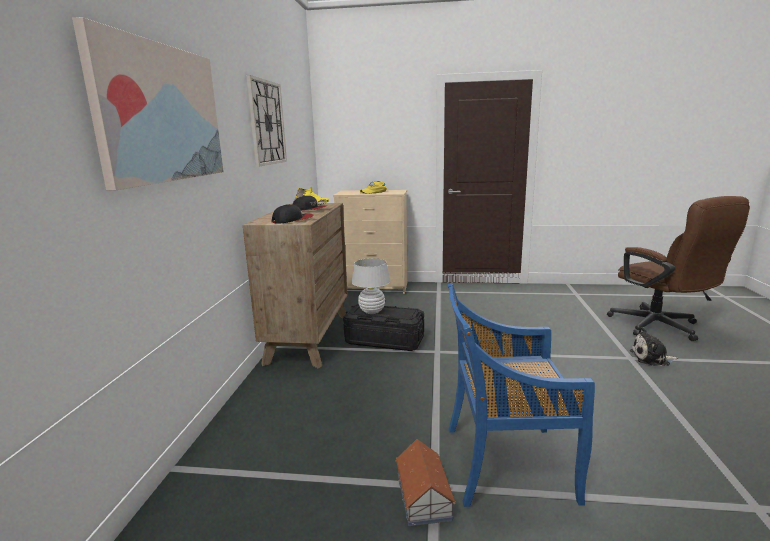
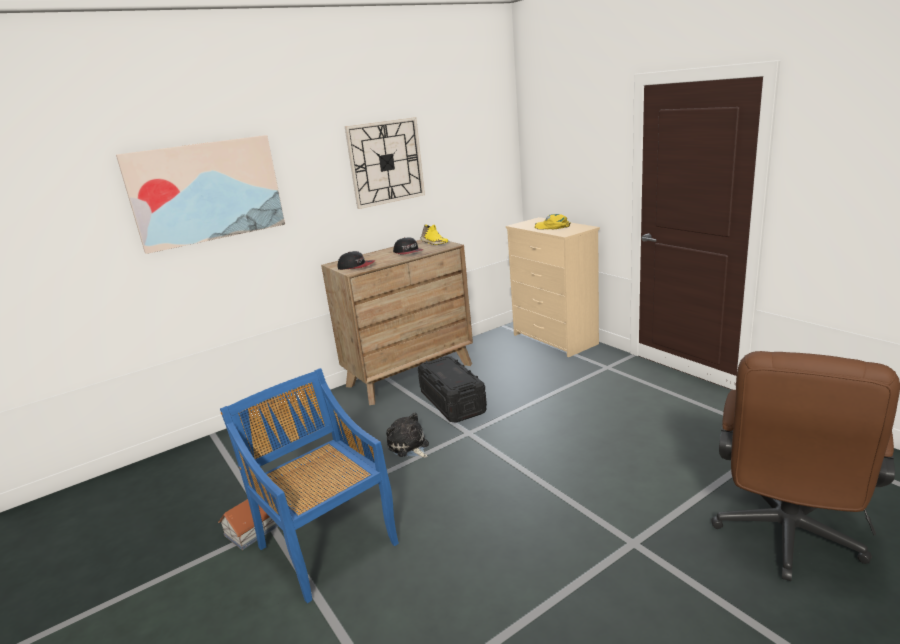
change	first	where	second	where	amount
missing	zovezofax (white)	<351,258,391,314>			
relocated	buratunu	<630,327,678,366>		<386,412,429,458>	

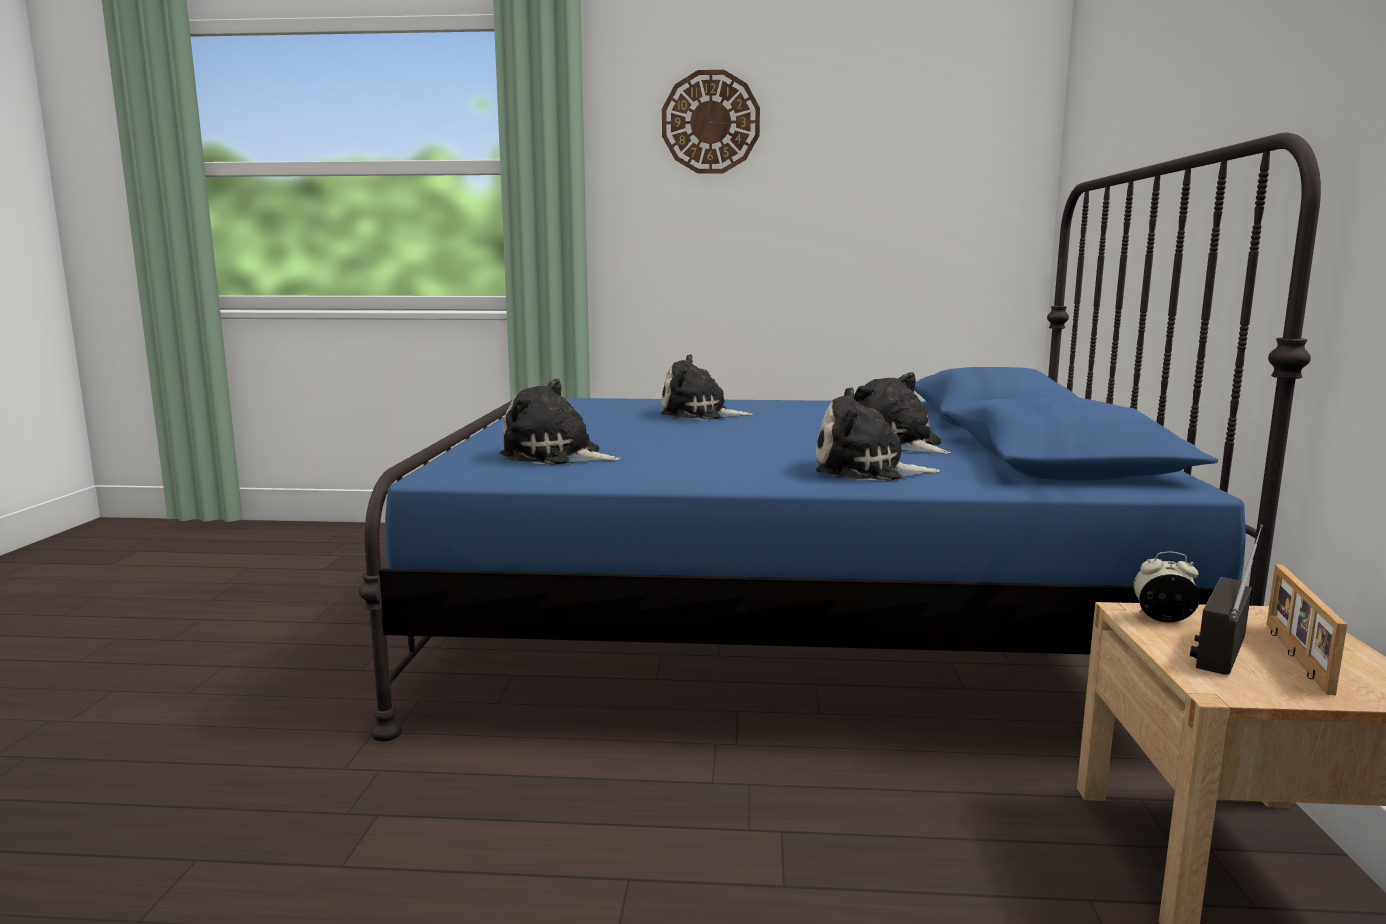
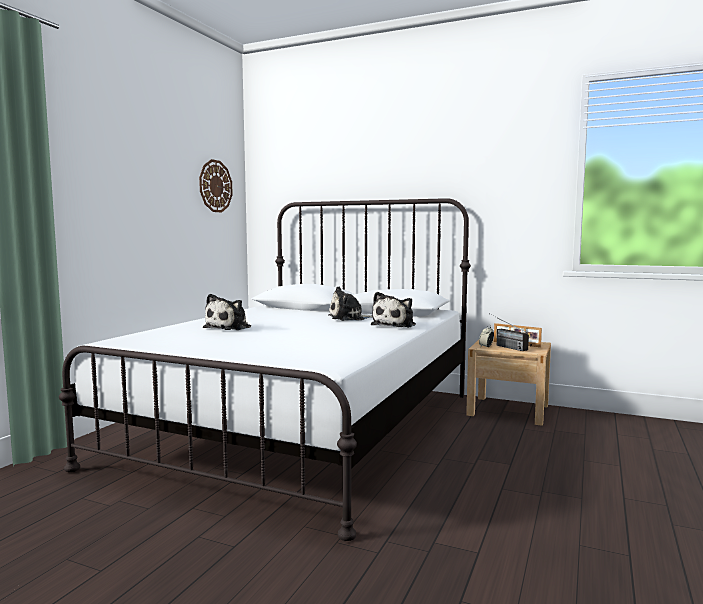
change	first	where	second	where	amount
colour	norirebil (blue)	<359,132,1321,741>	norirebil (white)	<59,198,471,541>	
missing	buratunu	<499,378,620,465>			
relocated	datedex	<662,70,760,174>		<199,159,233,212>	

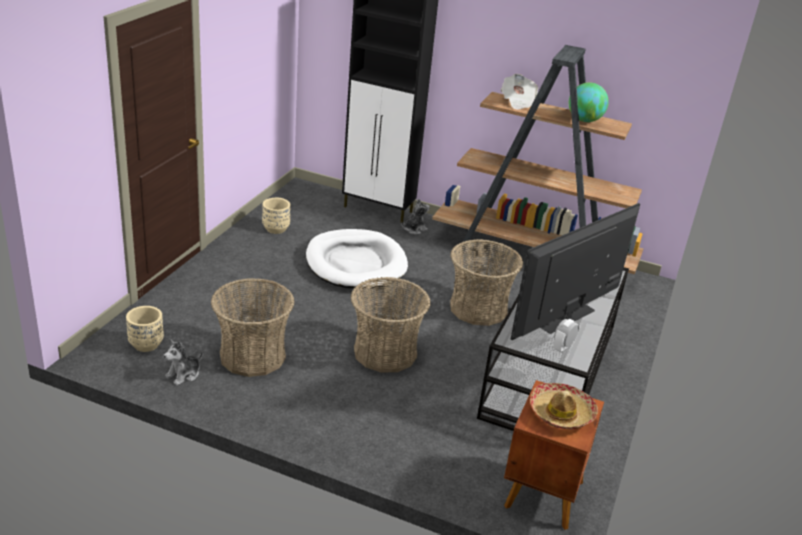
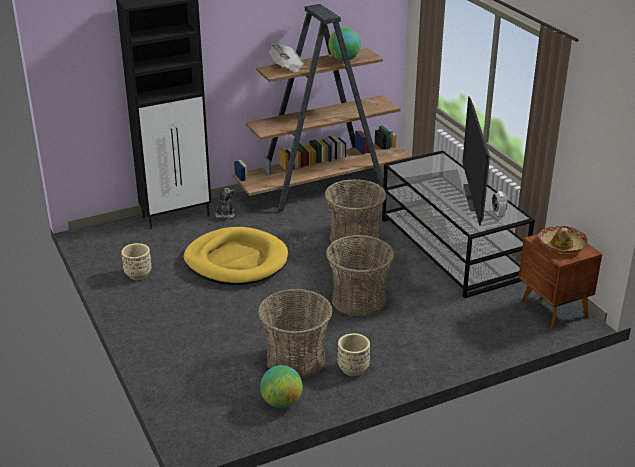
change	first	where	second	where	amount
relocated	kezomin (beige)	<126,306,164,352>		<338,333,370,376>	
exchanged	buratunu	<164,339,203,386>	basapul	<260,365,303,408>	
colour	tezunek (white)	<306,229,408,289>	tezunek (yellow)	<183,227,288,285>	

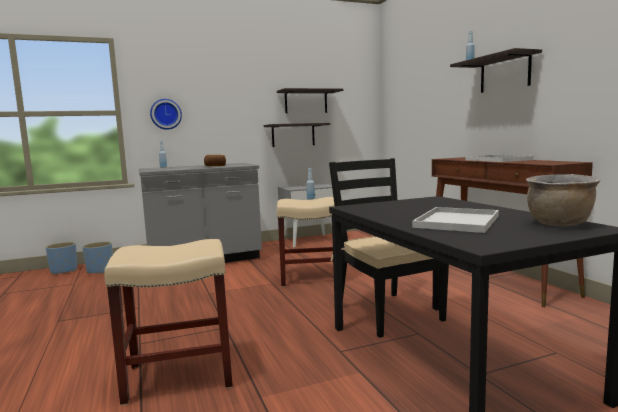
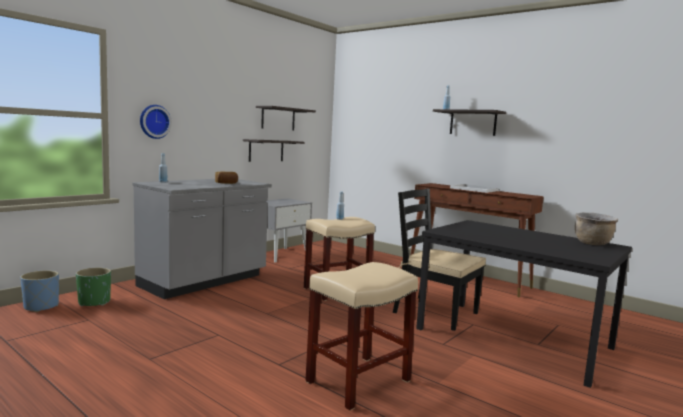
change	first	where	second	where	amount
colour	kezomin (blue)	<82,241,113,274>	kezomin (green)	<76,267,111,307>	
missing	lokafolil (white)	<412,207,499,233>			

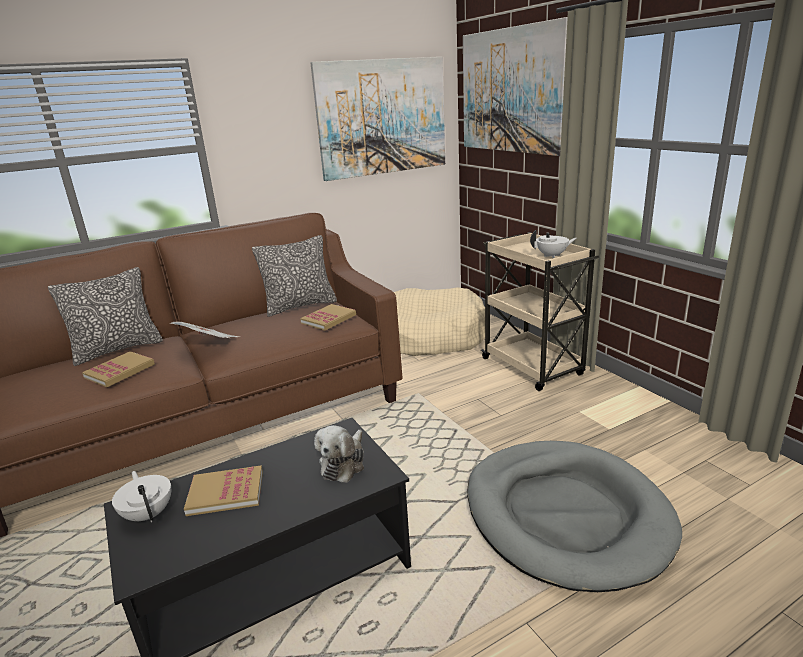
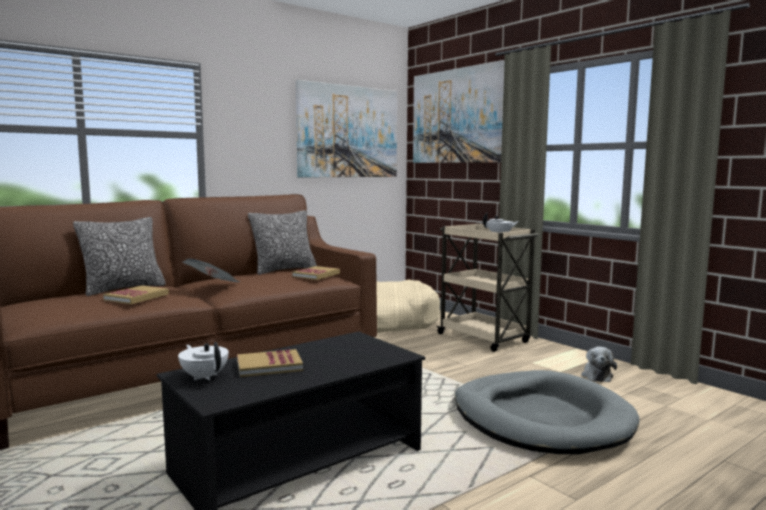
change	first	where	second	where	amount
relocated	buratunu	<314,425,364,483>		<581,347,617,382>	

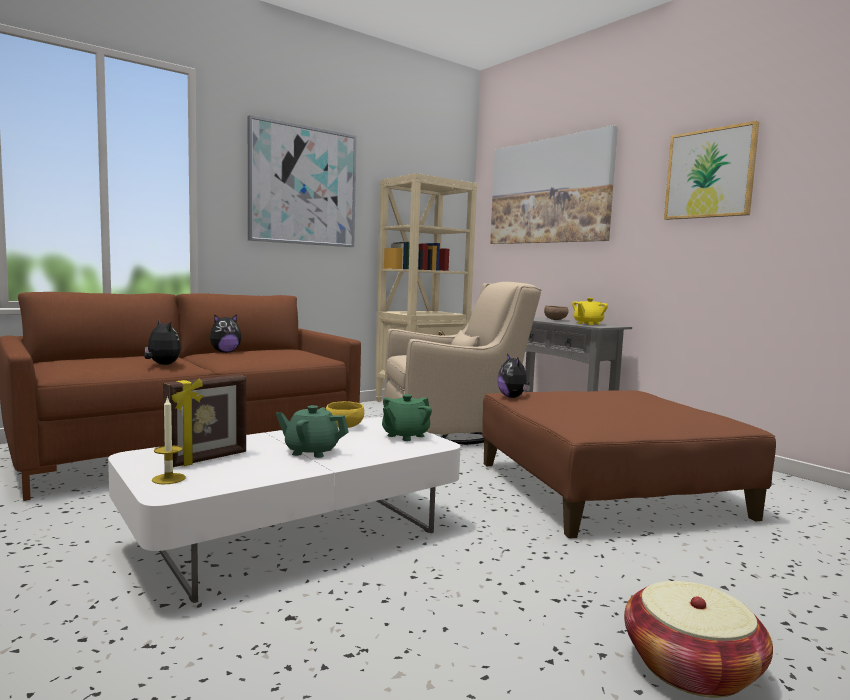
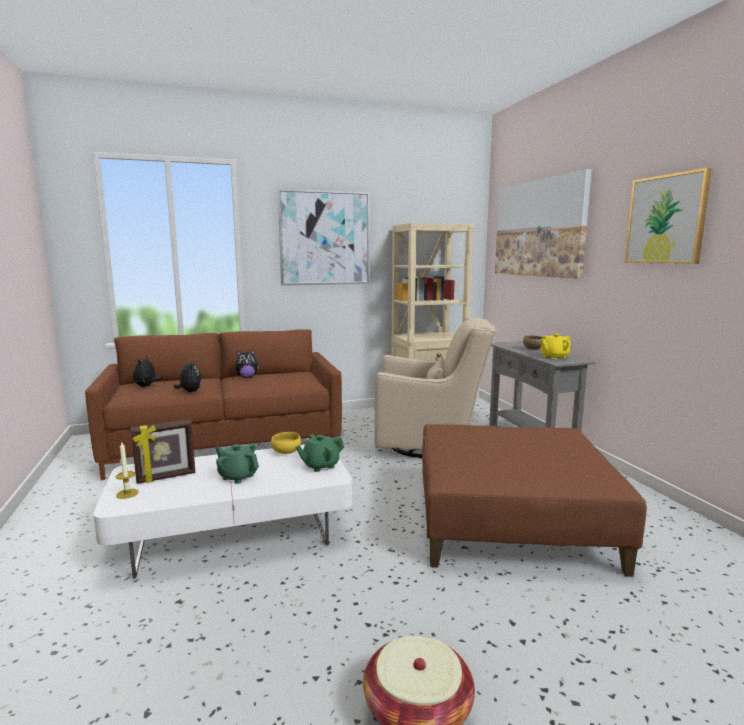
change	first	where	second	where	amount
relocated	buratunu	<497,353,530,398>		<133,355,163,387>	

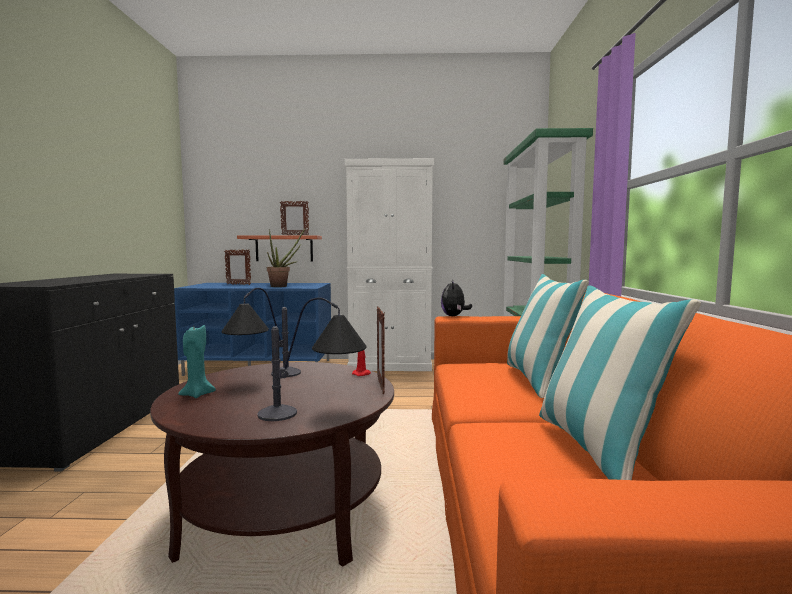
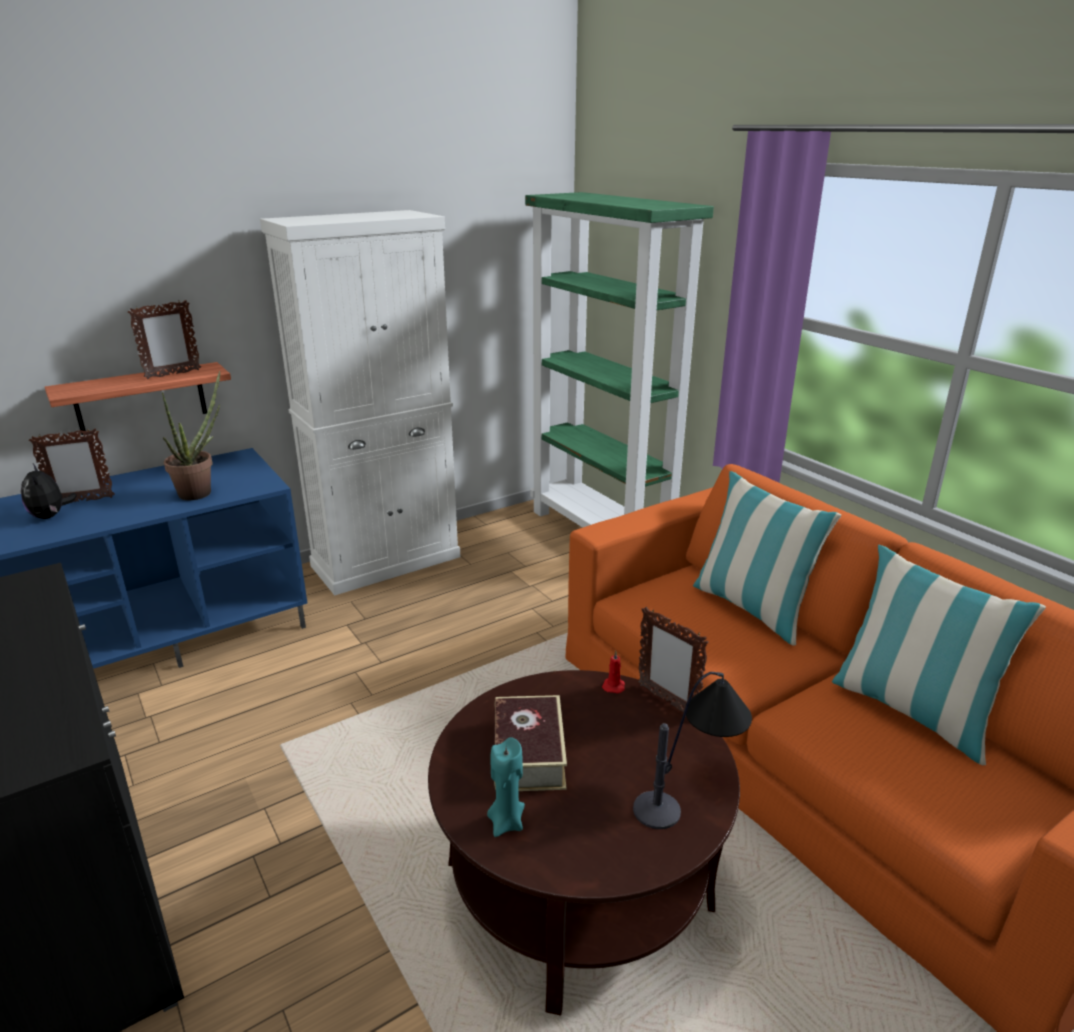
change	first	where	second	where	amount
exchanged	zovezofax	<222,288,301,377>	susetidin	<494,695,567,791>	
relocated	buratunu	<441,280,472,316>		<21,464,77,519>	

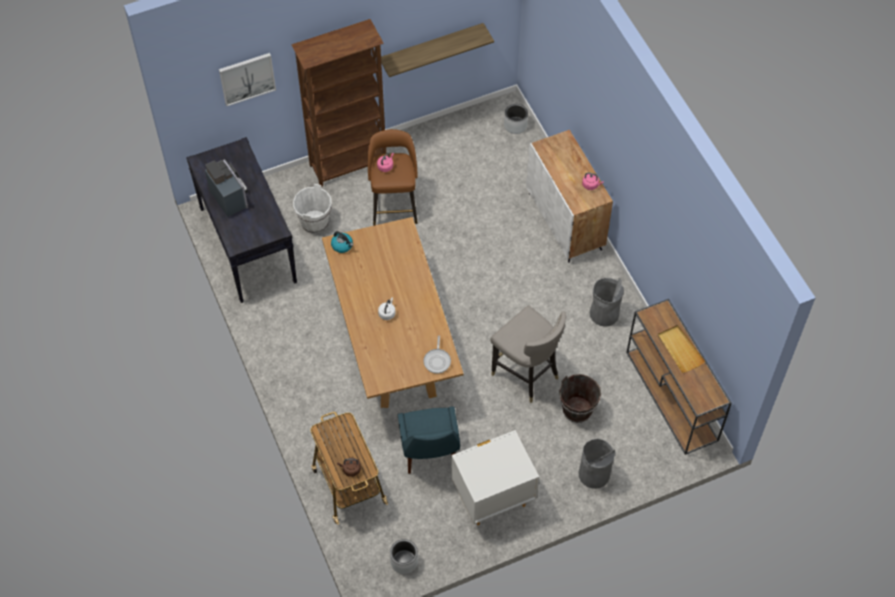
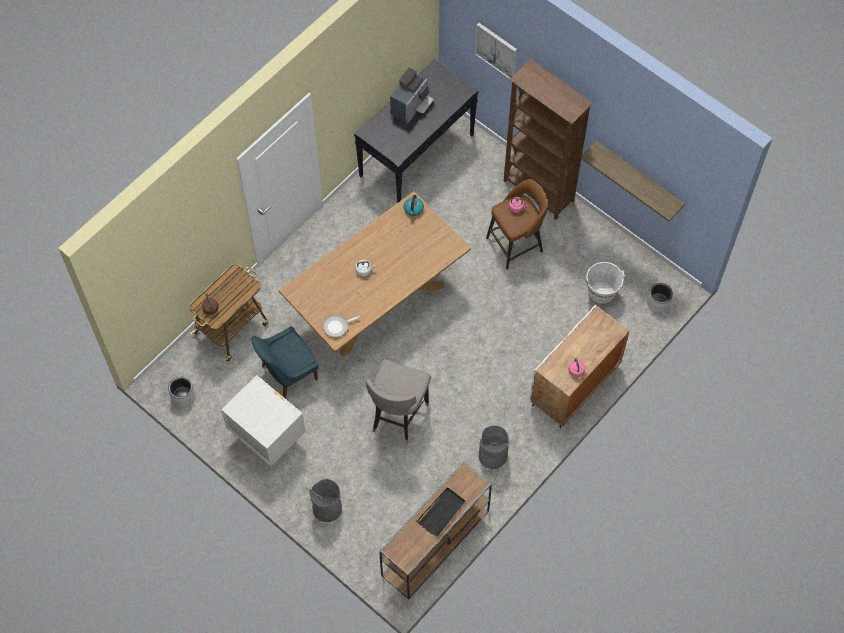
change	first	where	second	where	amount
relocated	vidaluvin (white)	<293,184,332,233>		<586,262,625,305>	
missing	vidaluvin (brown)	<559,374,601,423>			
colour	lokafolil (beige)	<657,325,705,373>	lokafolil (black)	<417,487,466,537>	

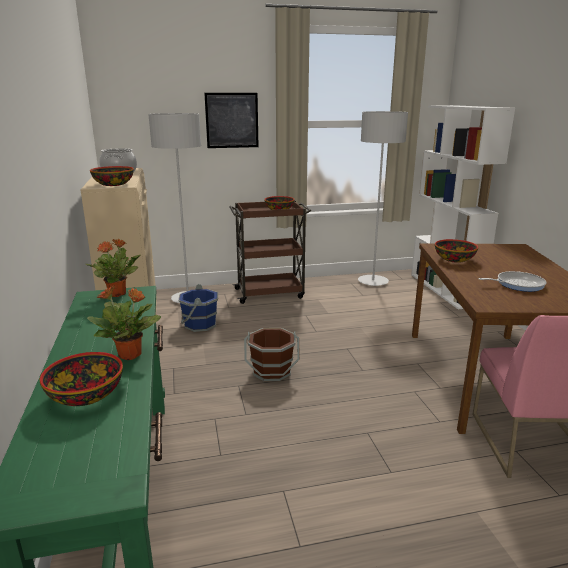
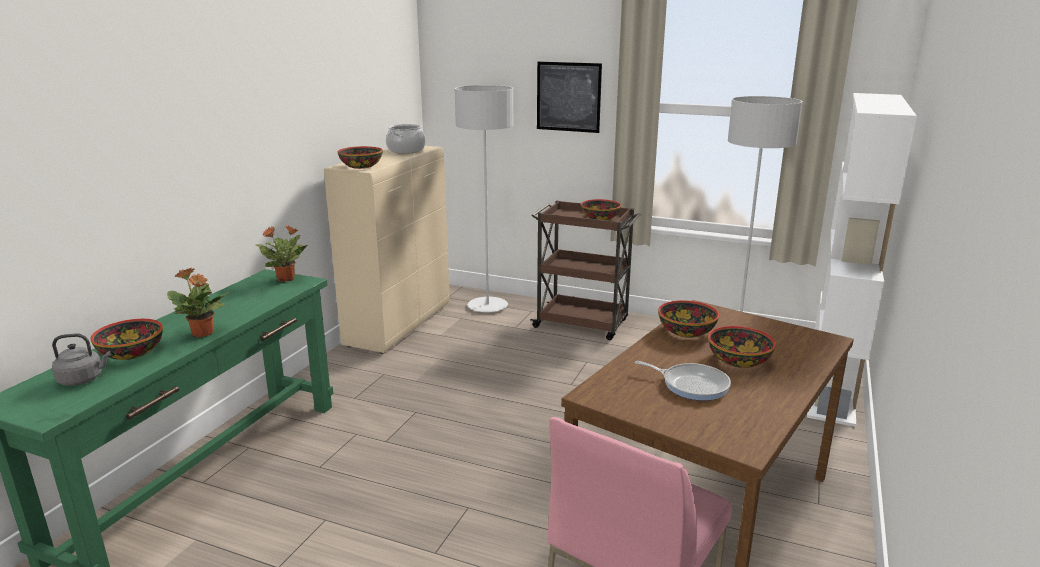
change	first	where	second	where	amount
missing	vidaluvin (blue)	<178,284,218,332>			
missing	vidaluvin (brown)	<244,328,300,382>			
appeared			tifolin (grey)	<52,334,111,386>	
appeared			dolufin	<708,326,776,368>	

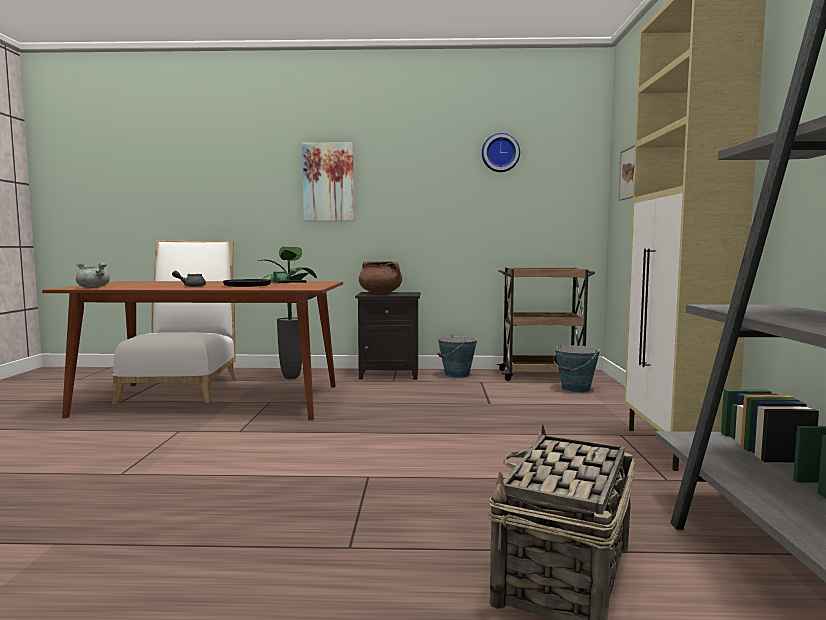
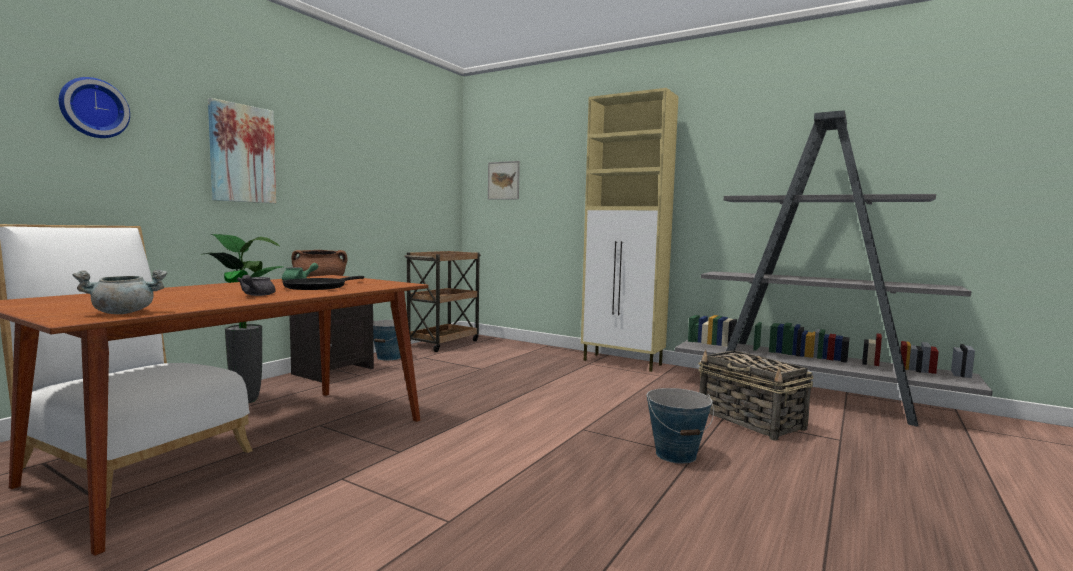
change	first	where	second	where	amount
relocated	datedex	<482,133,520,172>		<59,77,130,138>	
relocated	vidaluvin	<553,344,600,393>		<647,388,714,464>	

